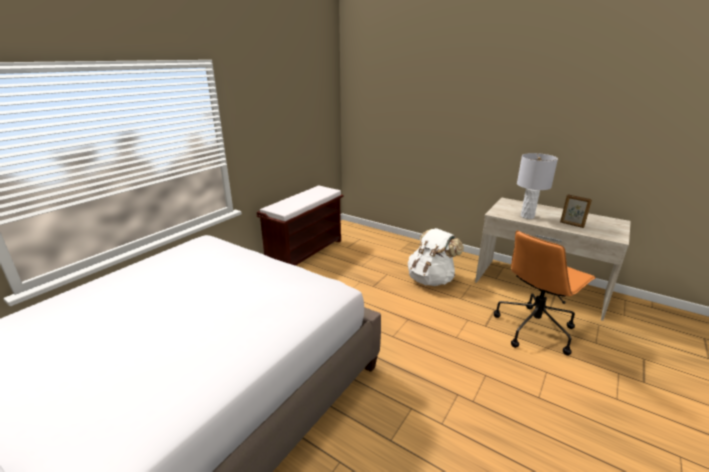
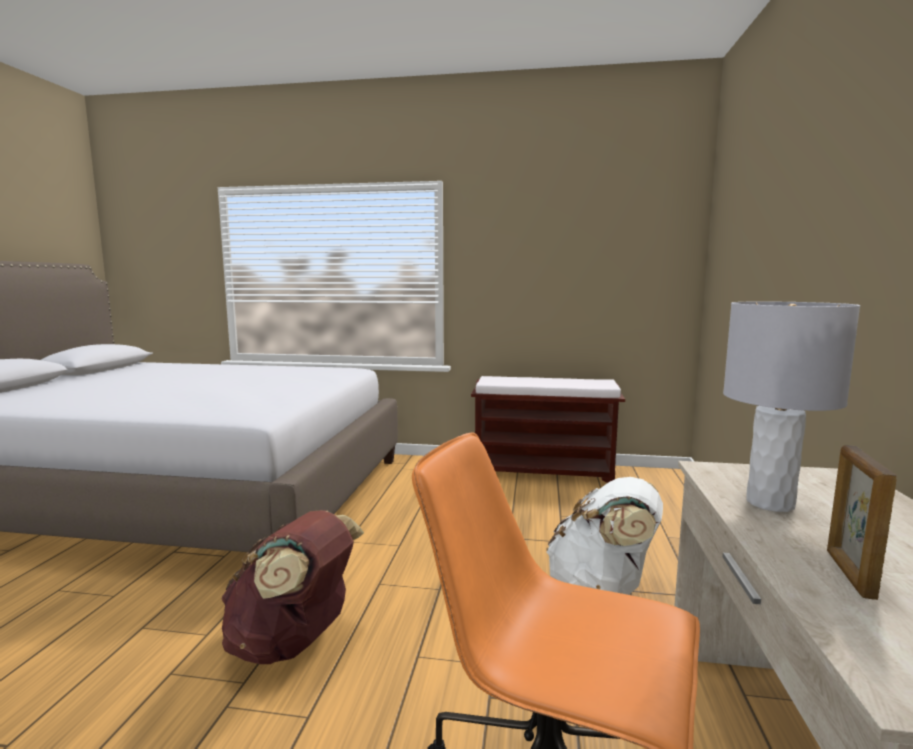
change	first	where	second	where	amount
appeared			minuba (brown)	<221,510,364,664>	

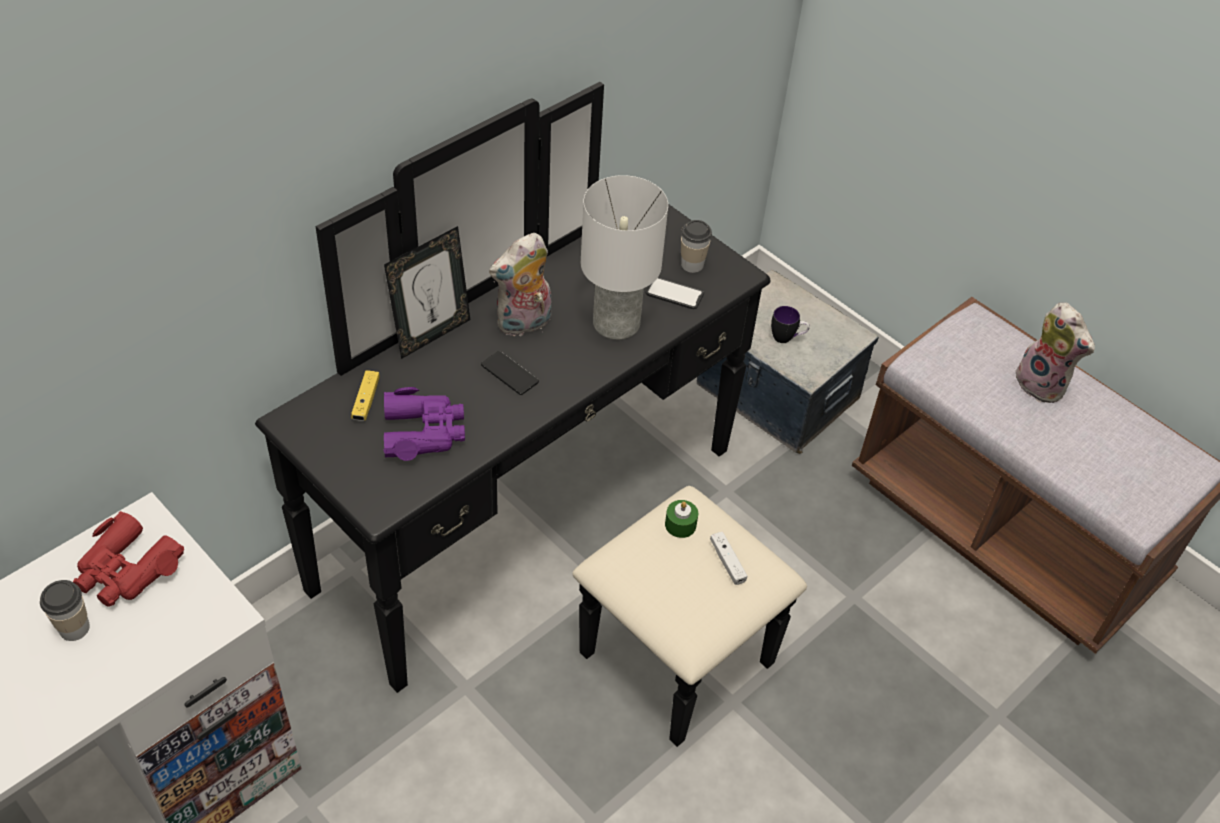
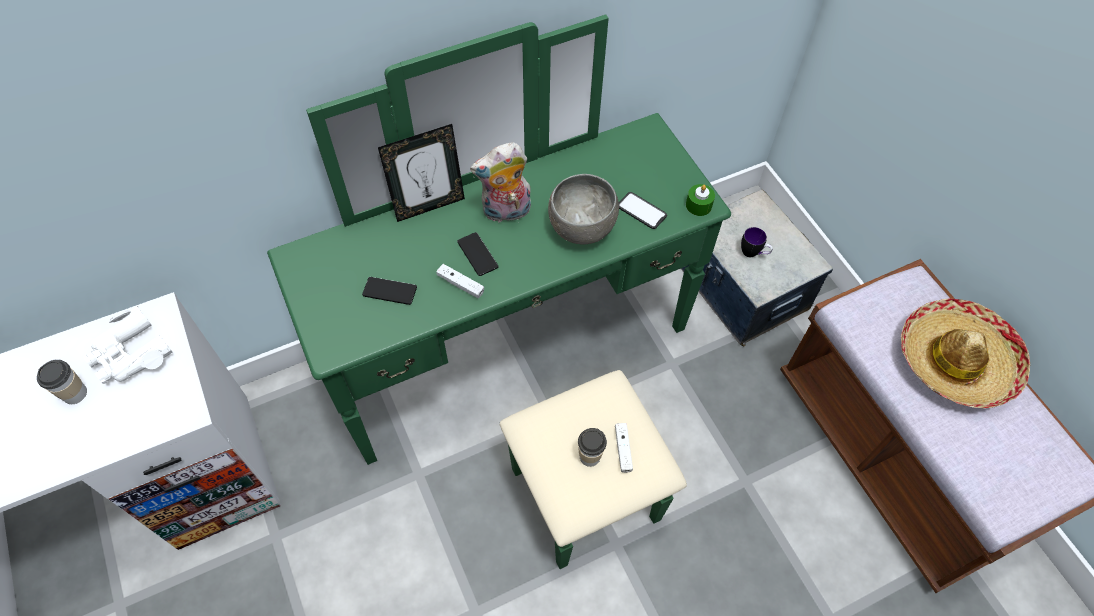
change	first	where	second	where	amount
colour	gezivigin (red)	<73,511,184,607>	gezivigin (white)	<83,306,172,384>	
colour	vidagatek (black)	<255,82,807,747>	vidagatek (green)	<267,14,731,569>	
missing	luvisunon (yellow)	<351,370,380,421>			
exchanged	gezivigin (purple)	<383,387,465,461>	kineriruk	<362,277,417,305>	
exchanged	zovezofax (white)	<581,175,668,340>	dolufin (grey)	<548,174,619,244>	
relocated	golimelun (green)	<665,500,698,538>		<686,184,715,216>	
relocated	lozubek	<681,220,712,273>		<578,428,607,467>	
exchanged	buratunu	<1016,303,1095,403>	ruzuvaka	<901,299,1030,408>	
appeared			luvisunon (white)	<436,264,484,298>	

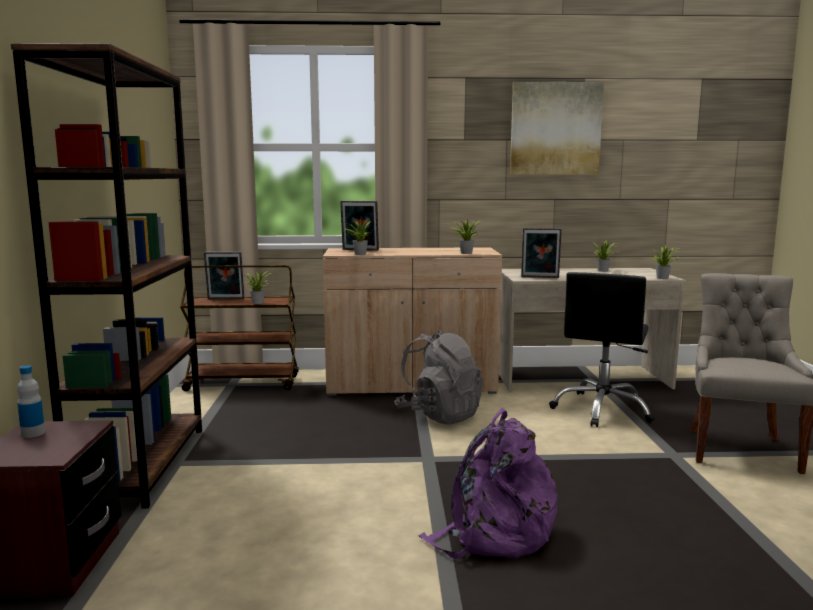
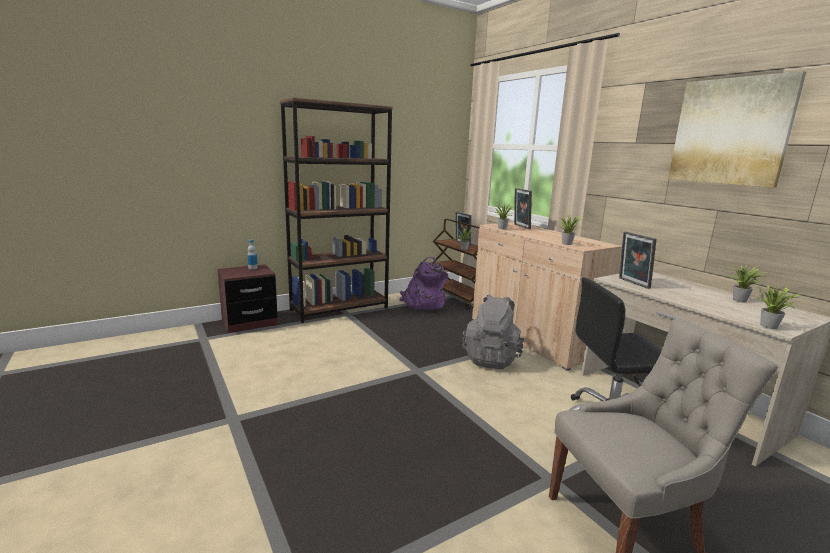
change	first	where	second	where	amount
relocated	minuba (purple)	<419,408,557,559>		<399,257,448,310>	

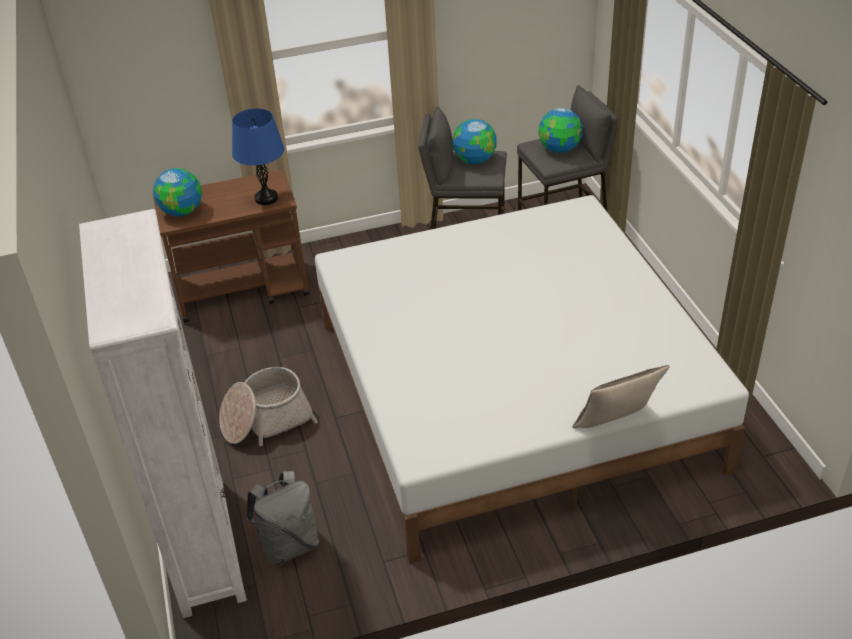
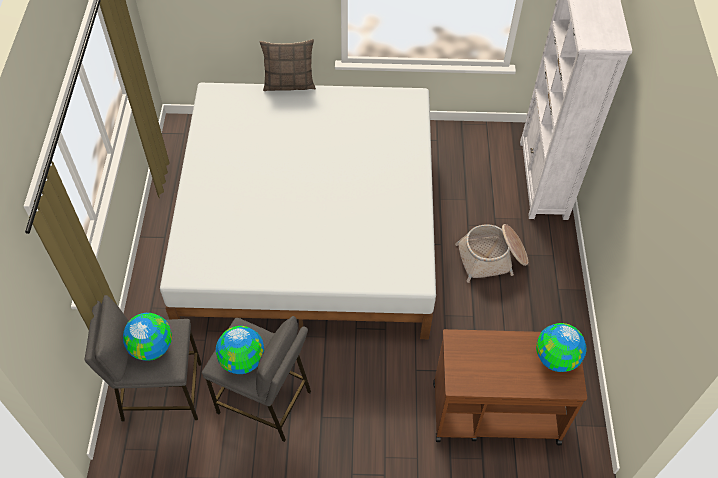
change	first	where	second	where	amount
missing	zovezofax (blue)	<232,108,284,205>			
missing	minuba (grey)	<246,471,319,565>			

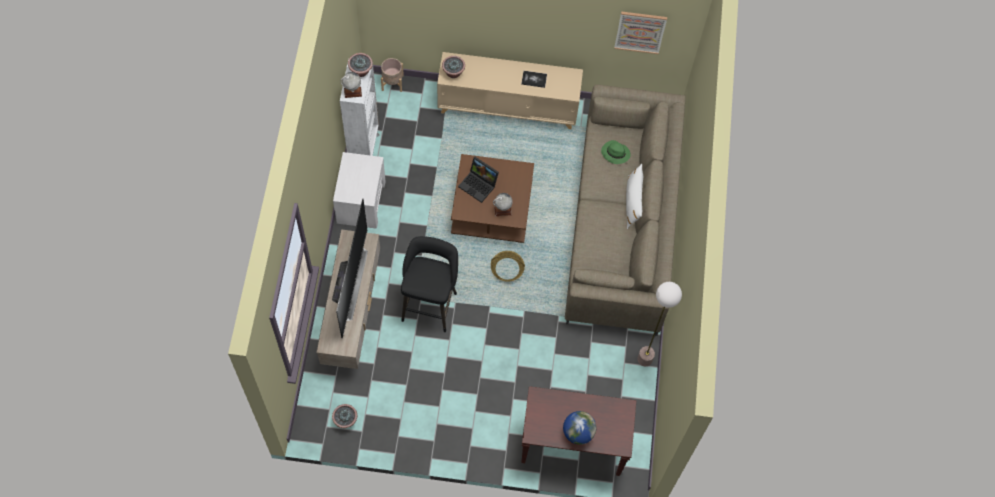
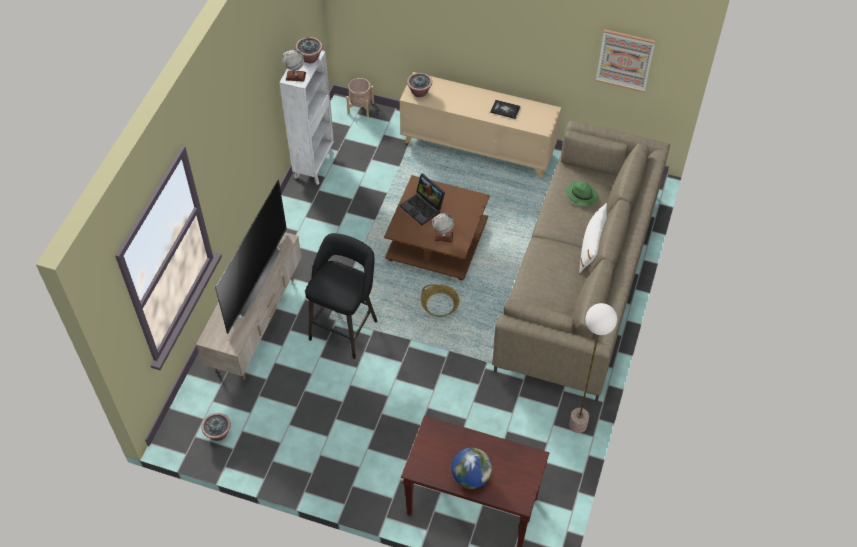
change	first	where	second	where	amount
missing	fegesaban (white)	<333,152,386,229>			

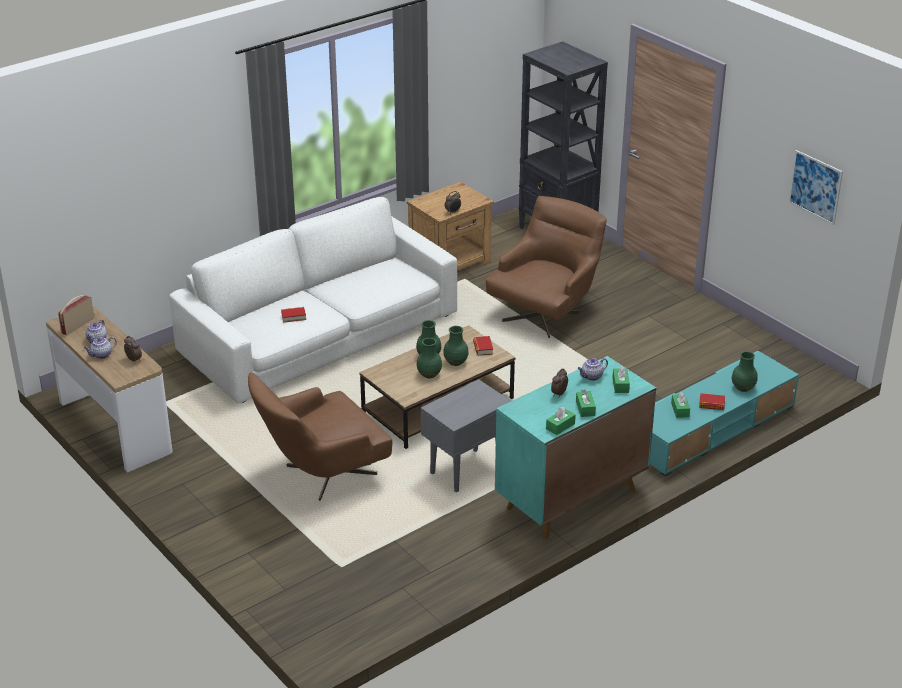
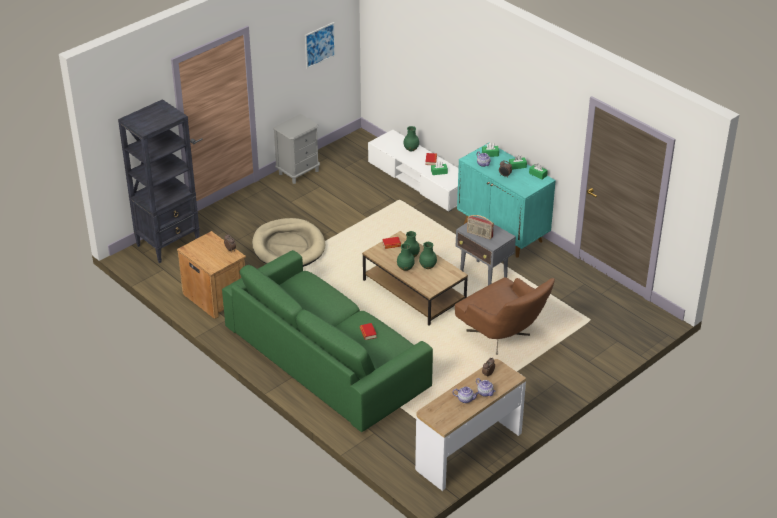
change	first	where	second	where	amount
relocated	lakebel	<58,295,94,336>		<467,215,494,239>	
colour	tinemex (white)	<169,197,457,403>	tinemex (green)	<222,250,433,432>	
exchanged	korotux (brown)	<486,196,607,338>	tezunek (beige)	<252,218,325,267>	
colour	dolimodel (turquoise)	<649,351,799,476>	dolimodel (white)	<368,130,459,212>	
appeared			fegesaban (grey)	<273,114,320,184>	

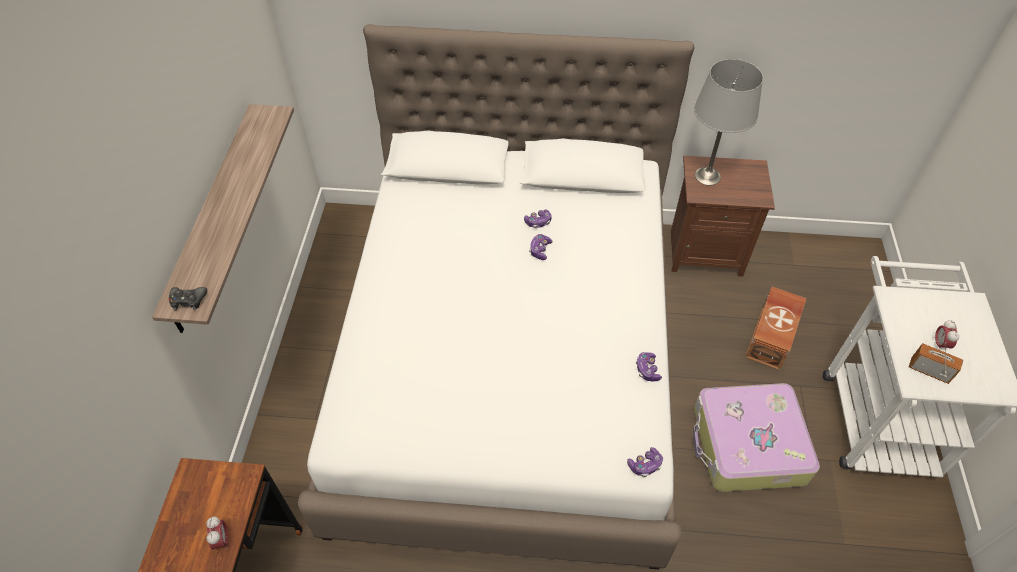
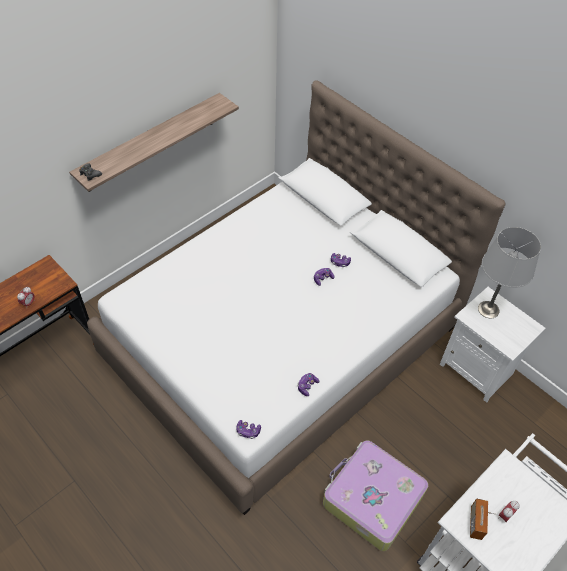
change	first	where	second	where	amount
colour	fegesaban (brown)	<671,156,775,277>	fegesaban (white)	<440,287,546,403>	
missing	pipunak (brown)	<745,286,806,371>			
spun	lakebel	<909,343,963,384>		<470,499,496,540>	150 degrees counterclockwise

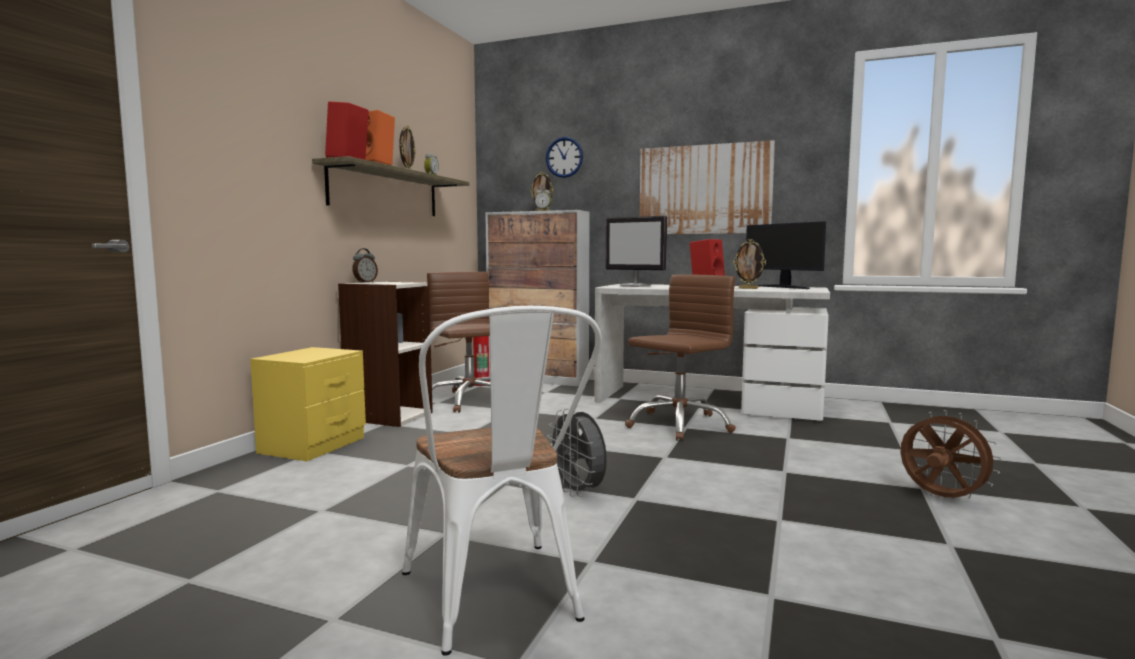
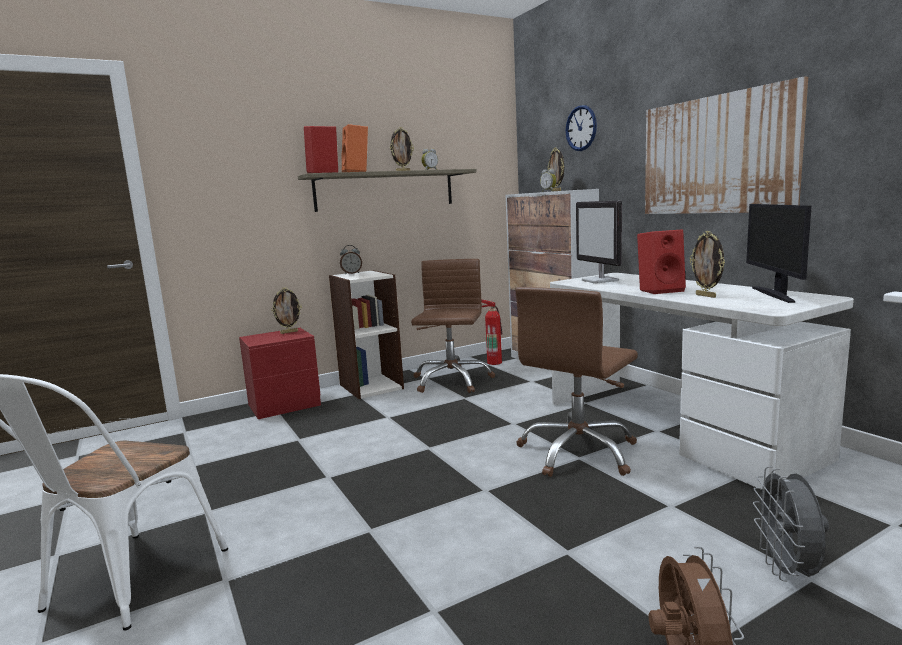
change	first	where	second	where	amount
colour	fegesaban (yellow)	<250,347,366,461>	fegesaban (red)	<239,328,321,419>	
relocated	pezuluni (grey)	<547,408,607,497>		<753,466,829,581>	
spun	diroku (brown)	<625,274,736,441>		<515,287,638,477>	135 degrees clockwise
appeared			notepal	<271,287,302,334>	

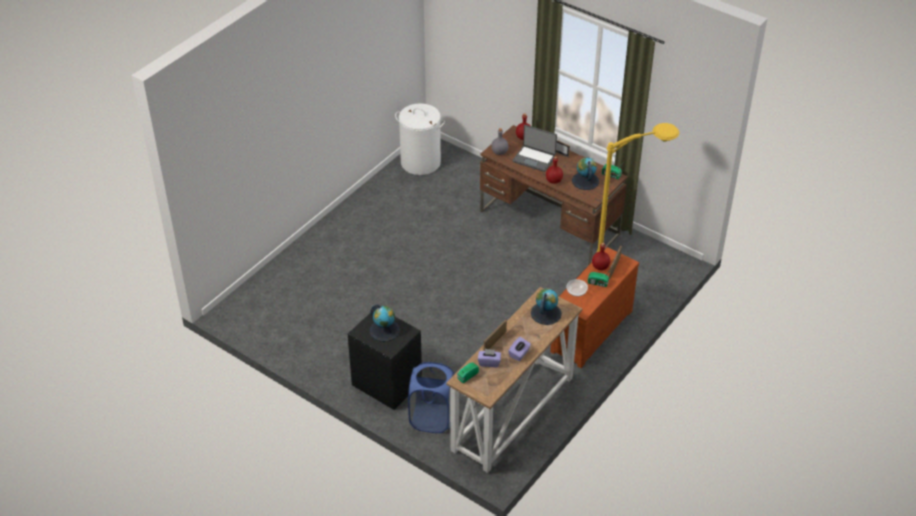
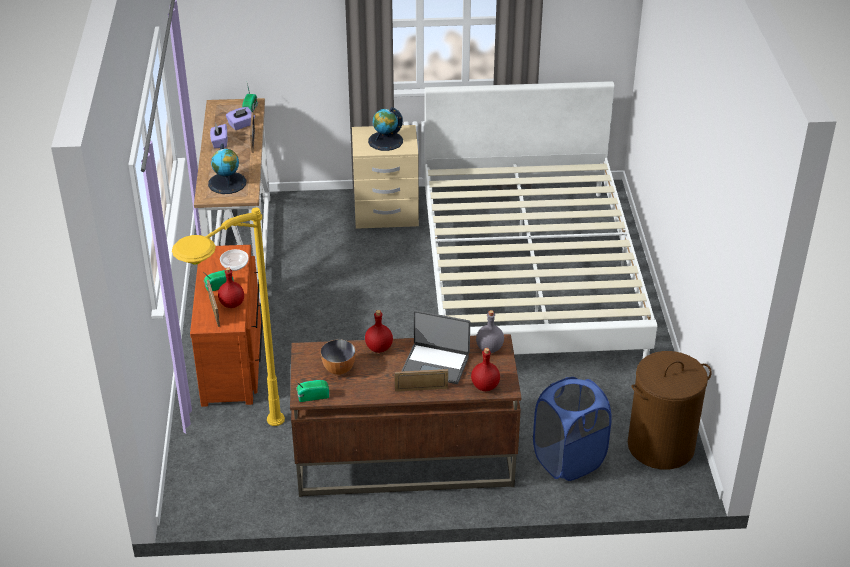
change	first	where	second	where	amount
colour	fegesaban (black)	<348,313,422,410>	fegesaban (beige)	<352,125,419,229>	
colour	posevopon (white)	<395,103,445,175>	posevopon (brown)	<628,351,712,470>	
relocated	posevopon (blue)	<408,362,454,433>		<533,377,612,481>	
spun	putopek	<512,125,557,172>		<402,310,470,384>	150 degrees counterclockwise
exchanged	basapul	<572,158,599,190>	dolufin	<320,339,356,375>	
appeared			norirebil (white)	<425,81,657,359>	

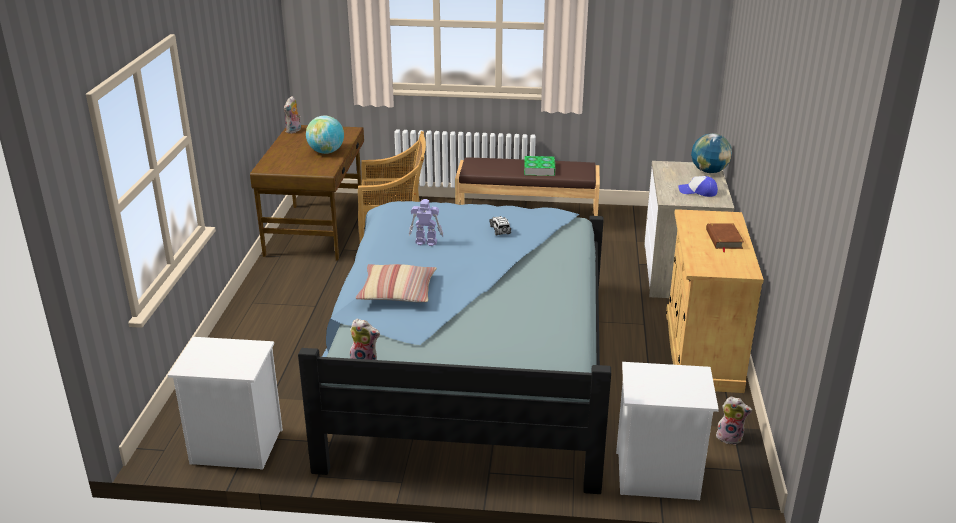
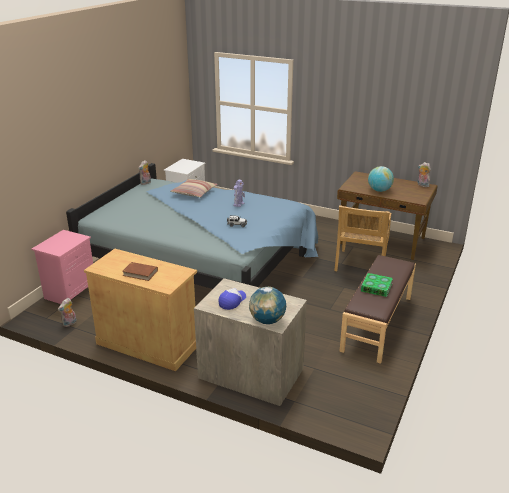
change	first	where	second	where	amount
colour	fegesaban (white)	<616,362,719,500>	fegesaban (pink)	<31,230,93,304>	

